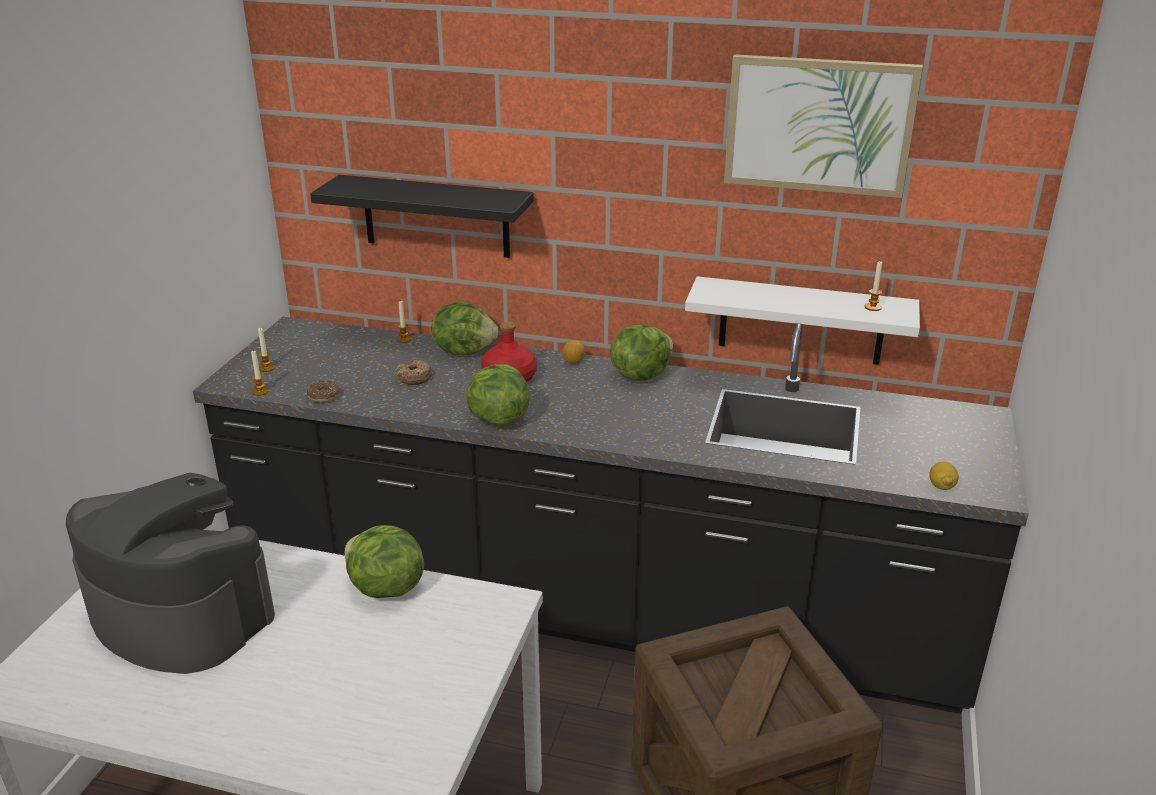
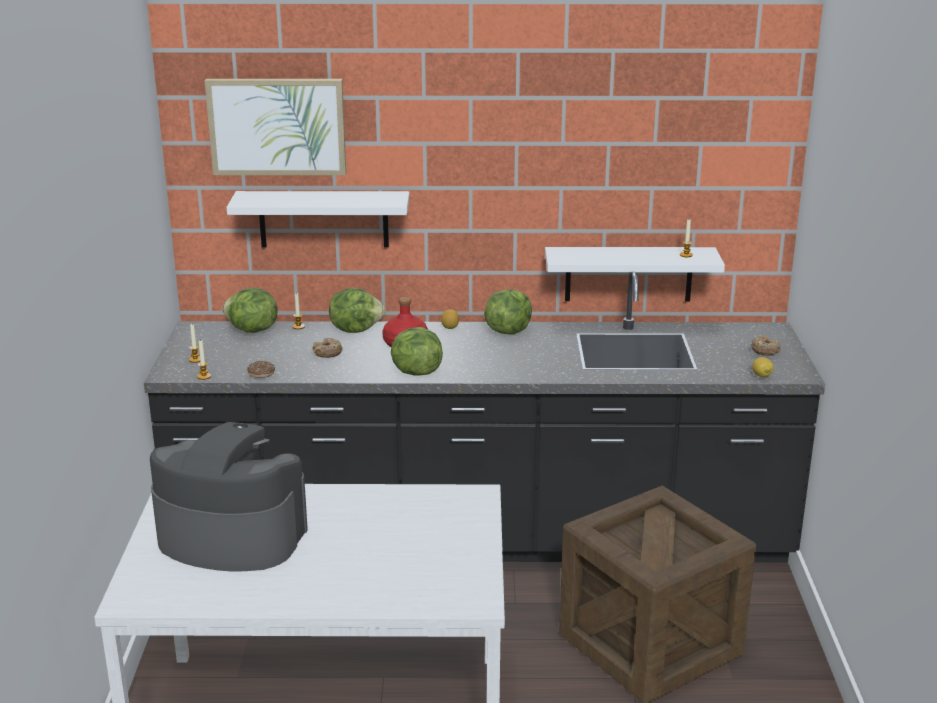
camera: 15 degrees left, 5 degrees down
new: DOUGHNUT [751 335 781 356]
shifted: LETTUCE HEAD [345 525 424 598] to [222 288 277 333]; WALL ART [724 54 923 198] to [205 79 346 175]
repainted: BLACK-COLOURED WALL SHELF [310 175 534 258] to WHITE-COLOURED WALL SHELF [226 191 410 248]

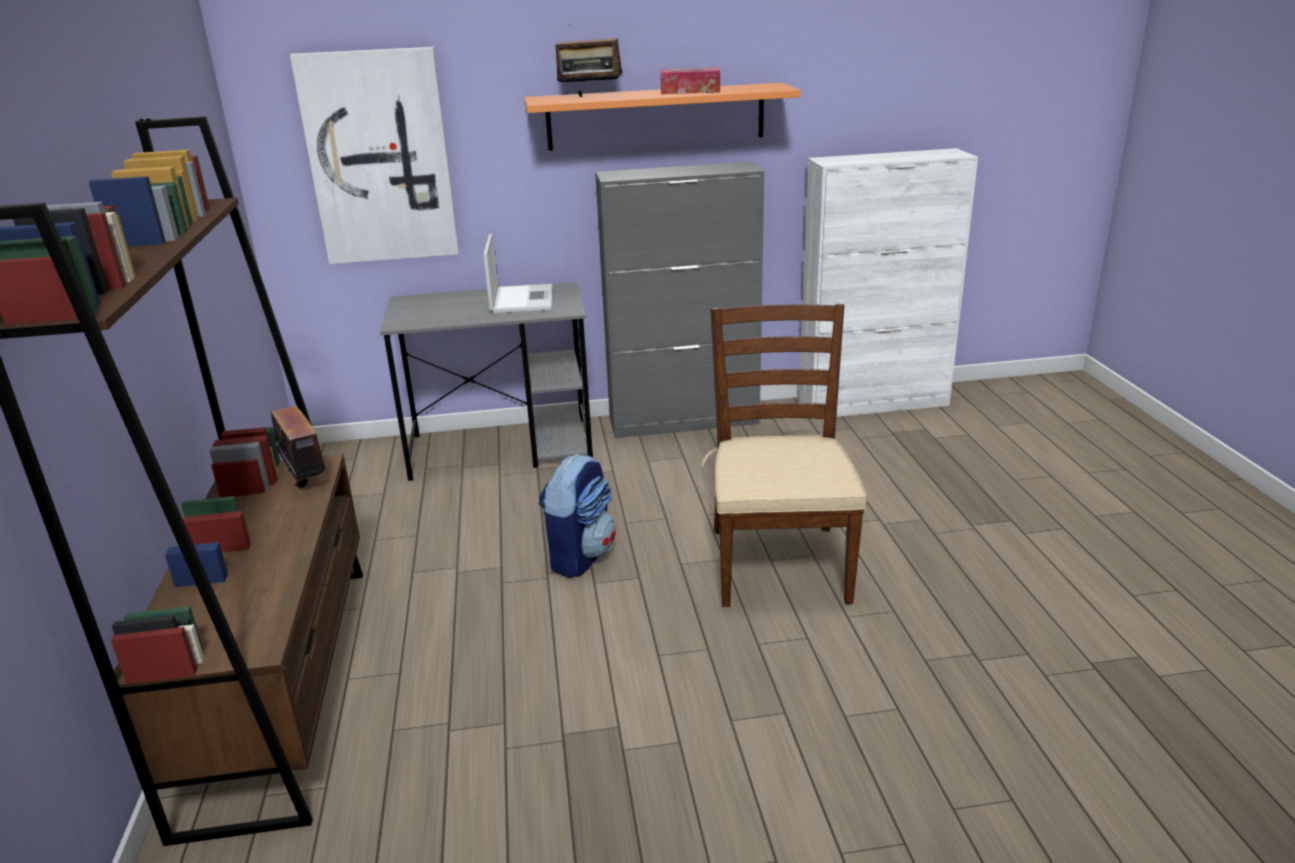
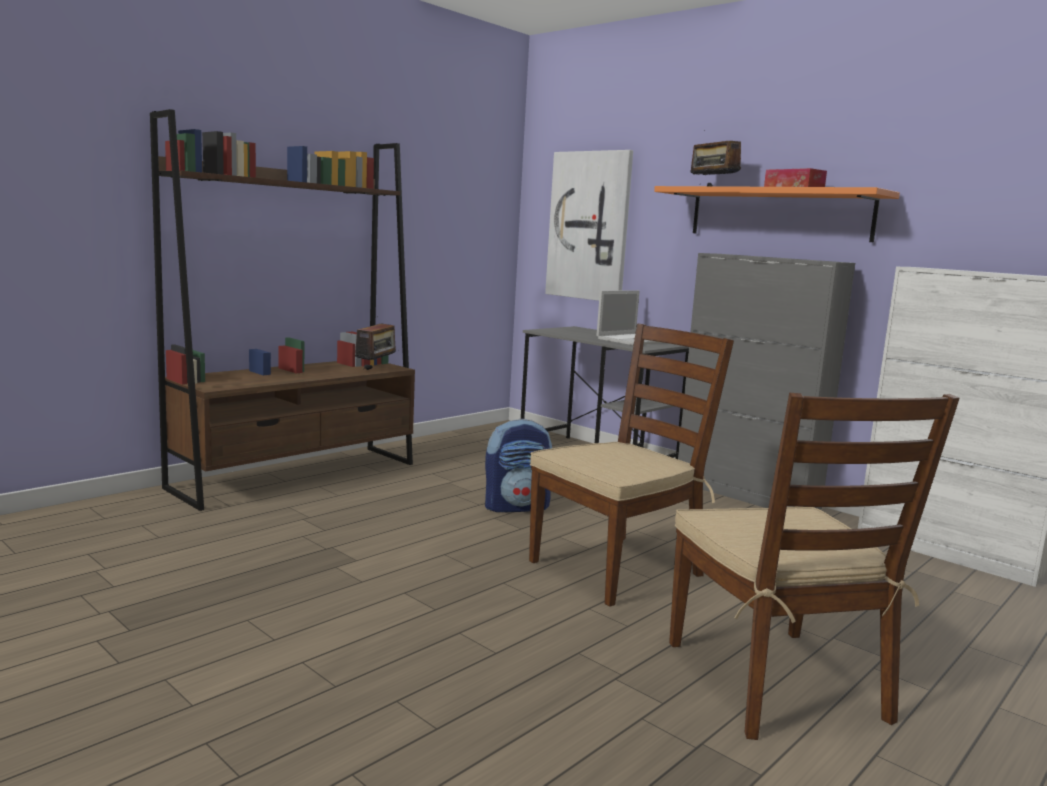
camera: 50 degrees right, 15 degrees down
new: BROWN-COLOURED CHAIR [669 393 960 740]

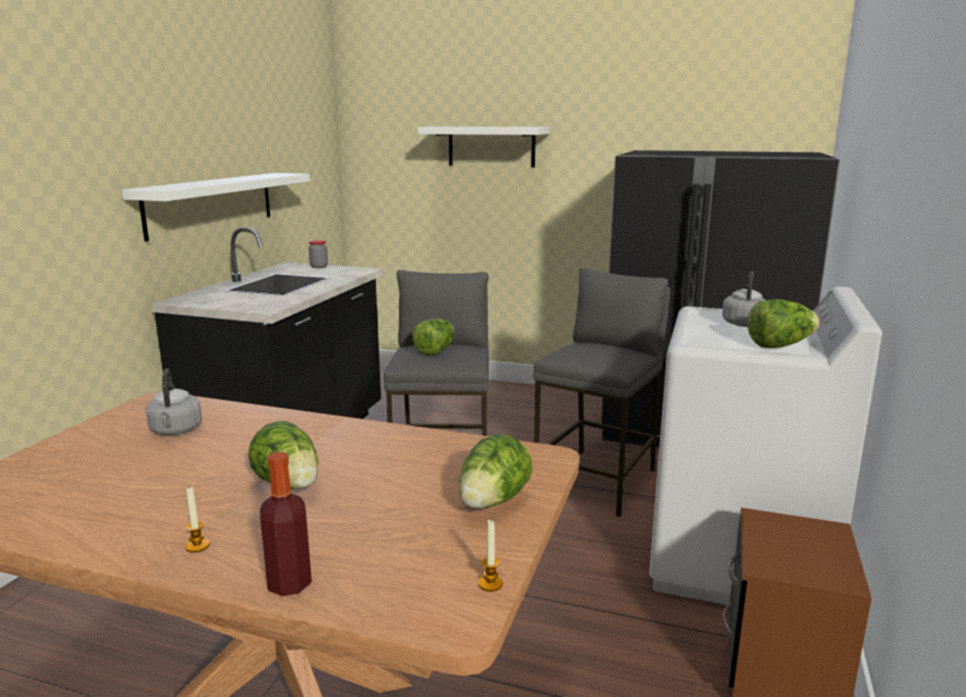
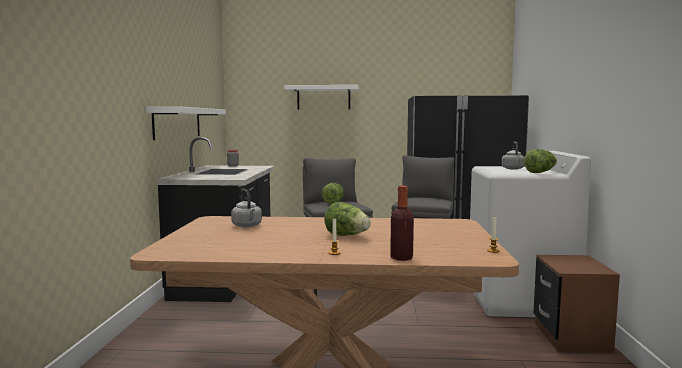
camera: 15 degrees left, 10 degrees down
gone: LETTUCE HEAD [459 434 533 509]

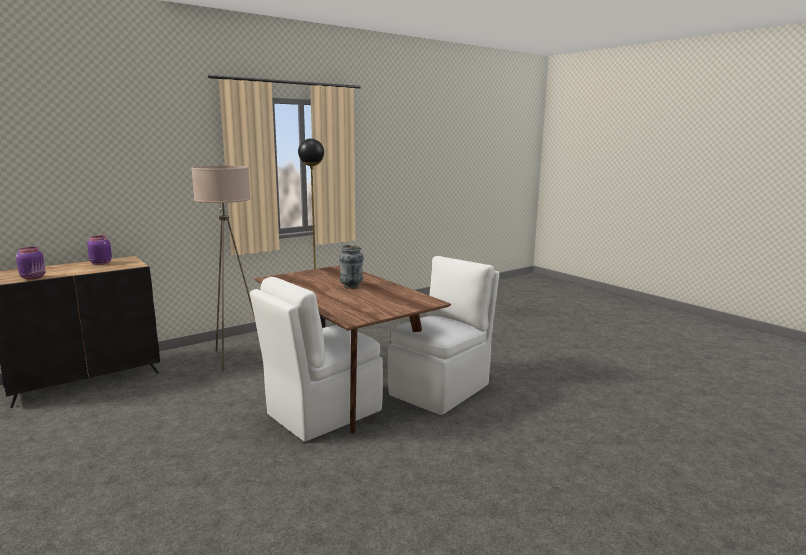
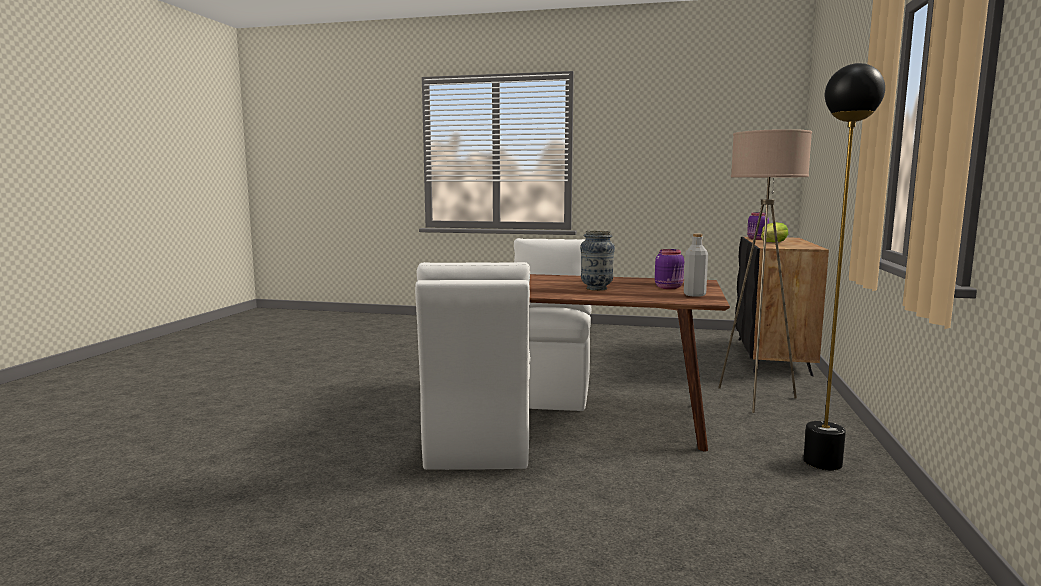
camera: 140 degrees right, 5 degrees down
new: GREY BEVERAGE BOTTLE [684 234 708 297]; LETTUCE HEAD [761 222 788 242]
shifted: PURPLISH JAR [87 236 112 265] to [655 249 684 289]

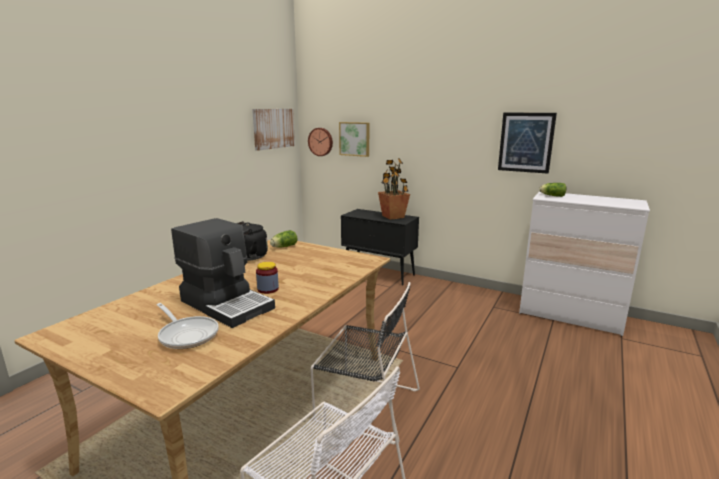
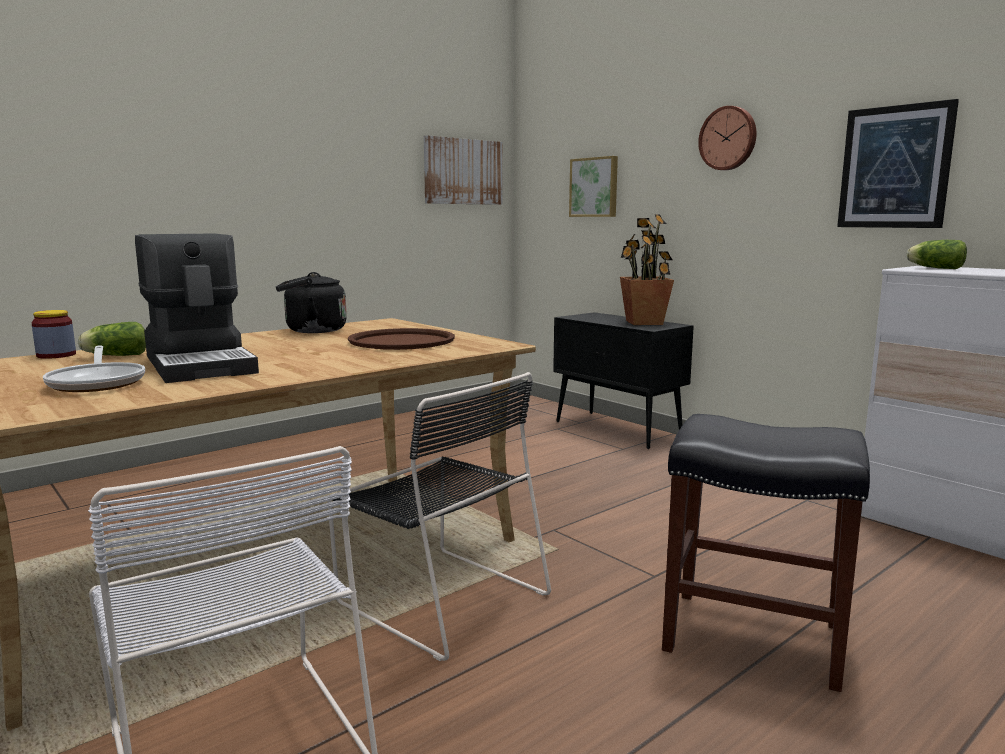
camera: 20 degrees right, 5 degrees down
new: BROWN-COLOURED SERVING TRAY [348 328 455 350]; BLACK-COLOURED STOOL [662 414 870 692]
shifted: JAR [256 262 279 294] to [31 310 76 359]; LETTUCE HEAD [270 230 297 248] to [78 322 146 356]; HANGING CLOCK [308 128 333 156] to [698 106 757 170]

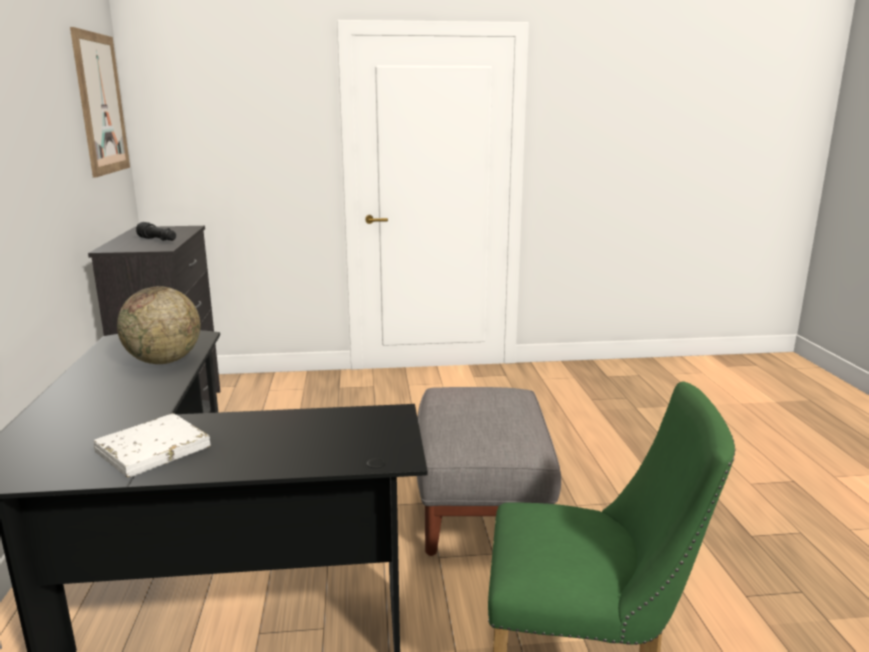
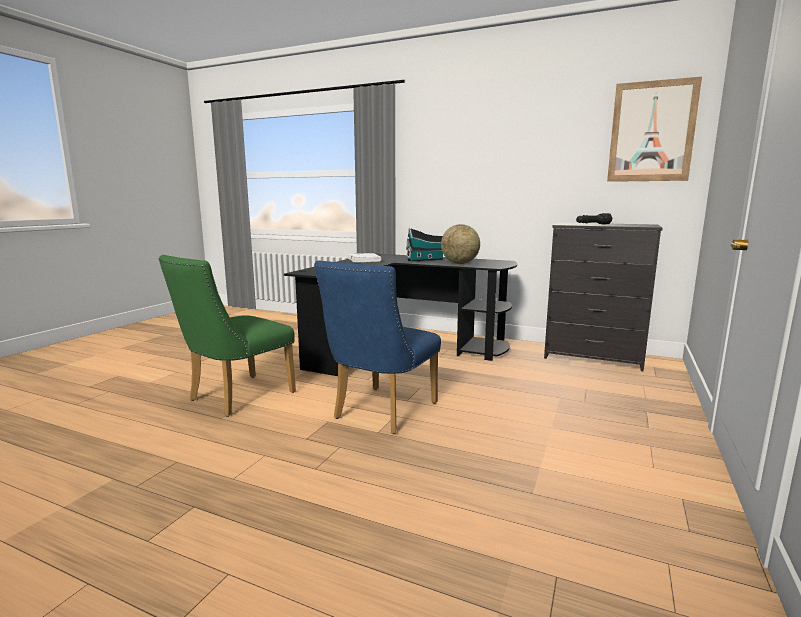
camera: 120 degrees right, 5 degrees down
new: TOY HOUSE [406 228 443 262]
swapped: GREY FOOTREST [417 387 561 556] to BLUISH CHAIR [314 261 441 434]

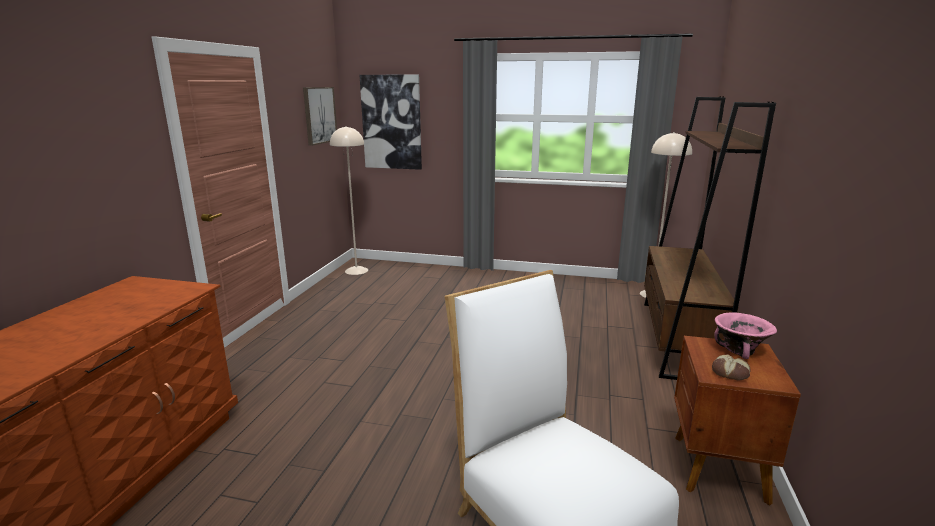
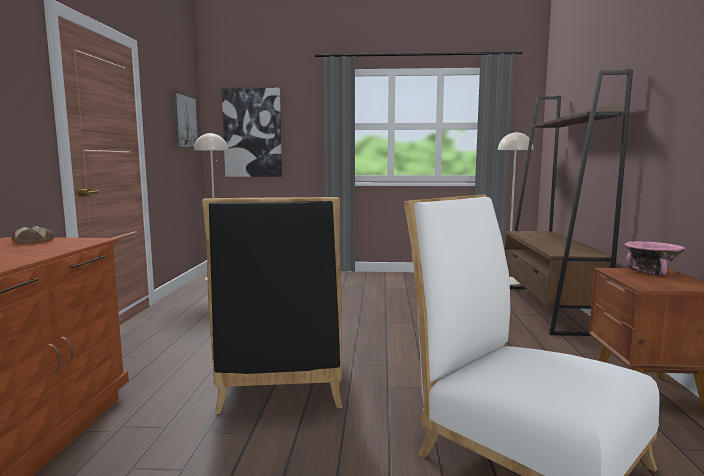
camera: 10 degrees left, 10 degrees down
new: BLACK-COLOURED CHAIR [202 197 342 414]
shifted: BAKERY BREAD [712 354 751 381] to [12 226 55 244]

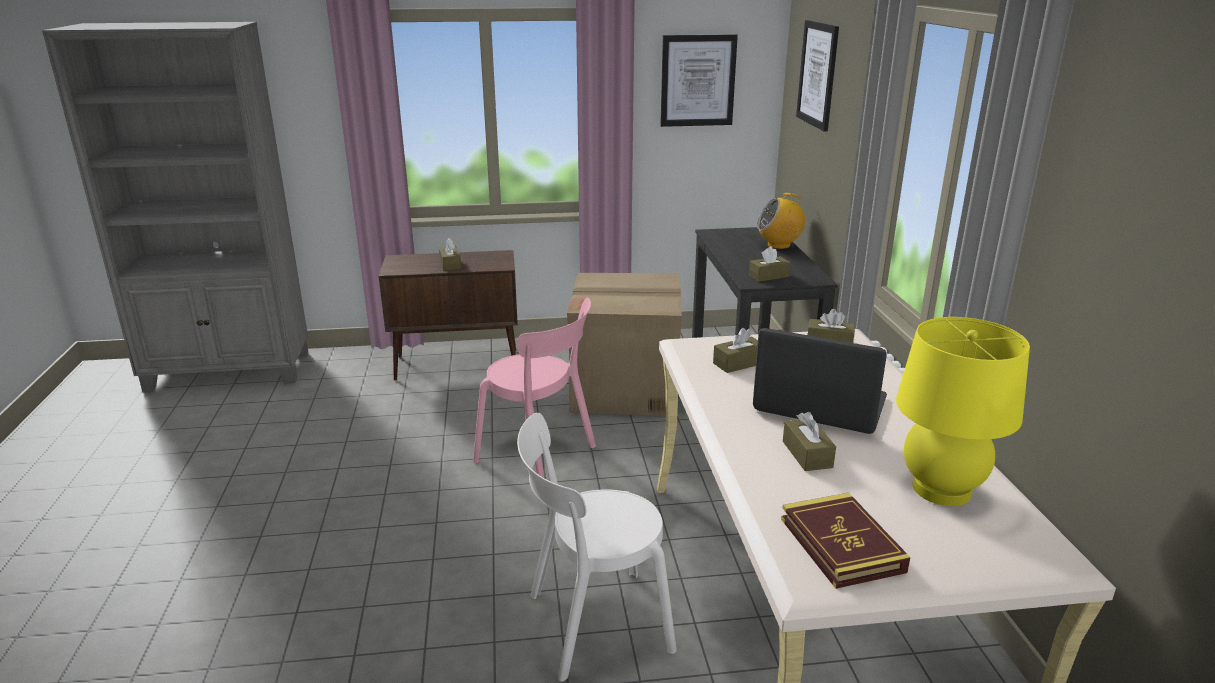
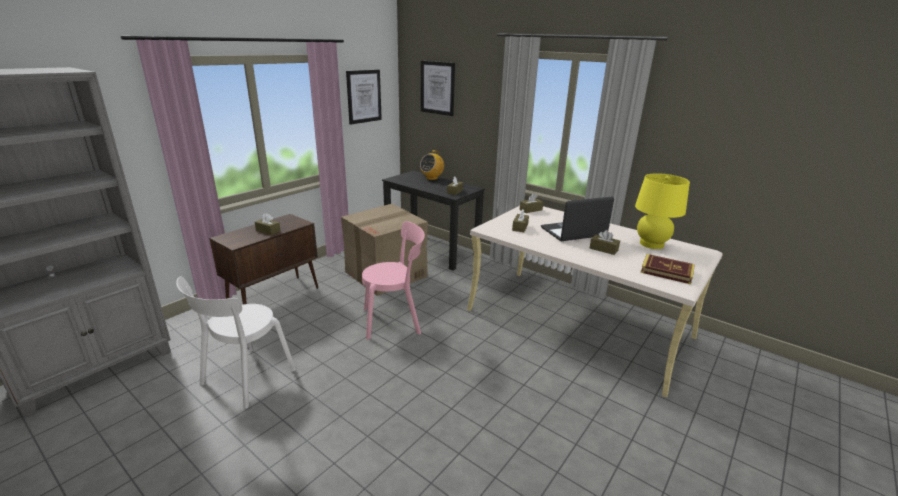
camera: 45 degrees left, 0 degrees up
shifted: WHITE-COLOURED CHAIR [517 413 677 682] to [176 277 296 409]

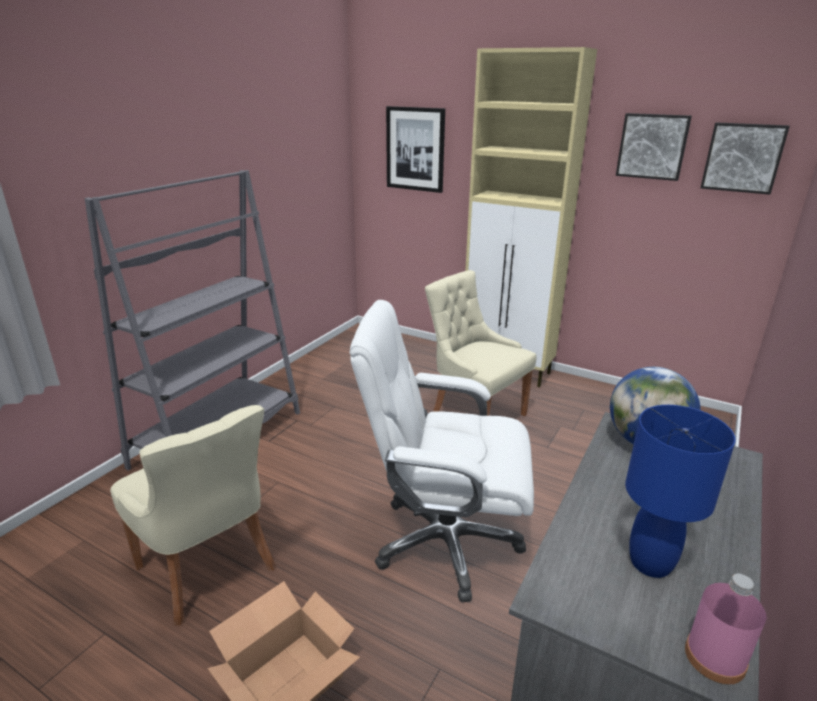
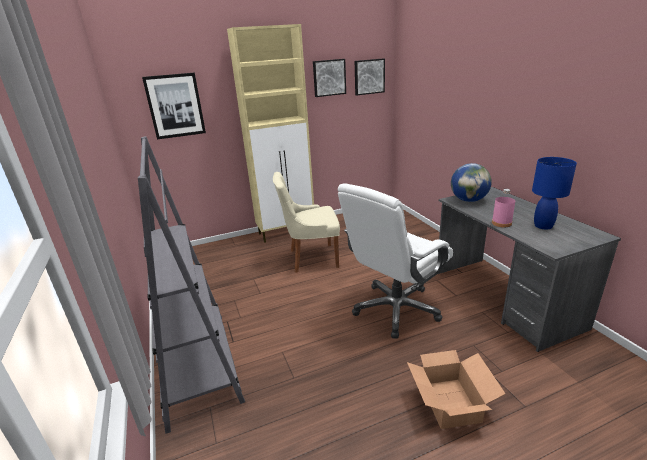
camera: 50 degrees left, 0 degrees up
gone: SAND-COLOURED CHAIR [110 405 276 626]
shifted: PINKISH BEVERAGE BOTTLE [685 573 766 685] to [492 189 515 227]

